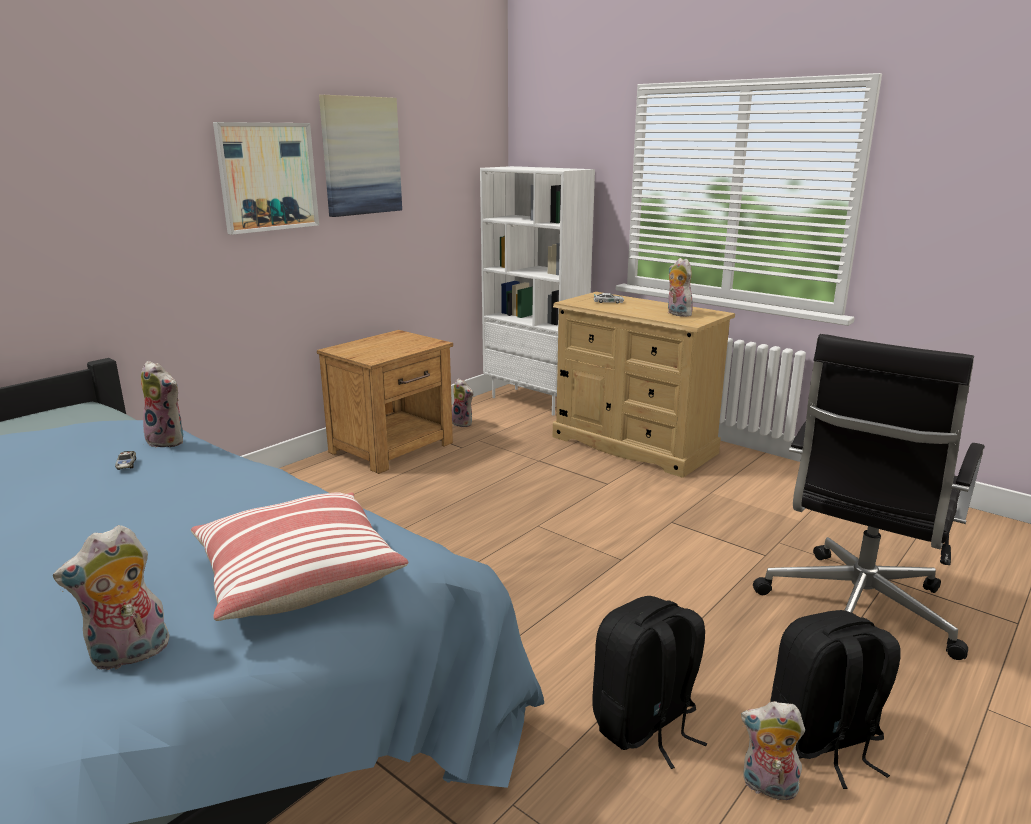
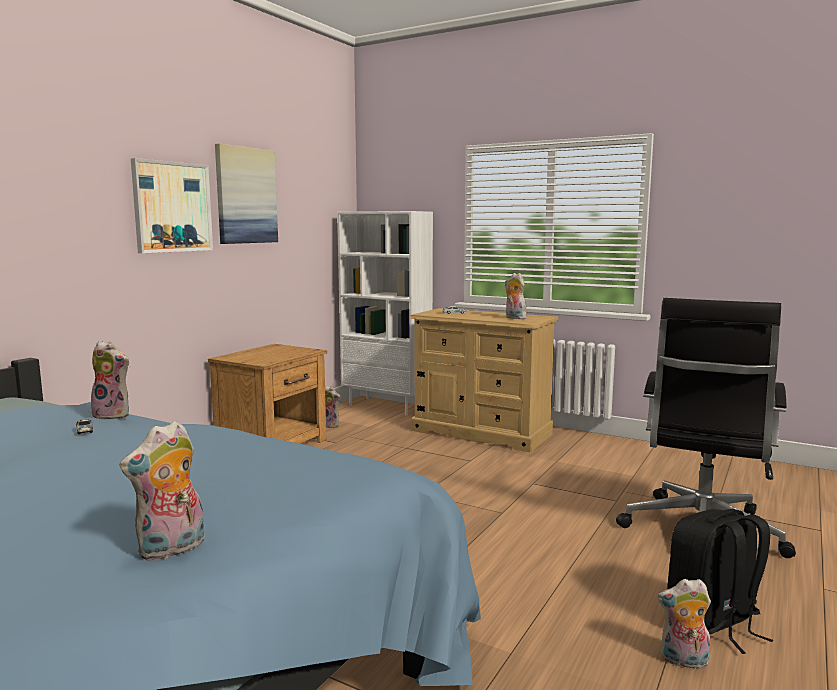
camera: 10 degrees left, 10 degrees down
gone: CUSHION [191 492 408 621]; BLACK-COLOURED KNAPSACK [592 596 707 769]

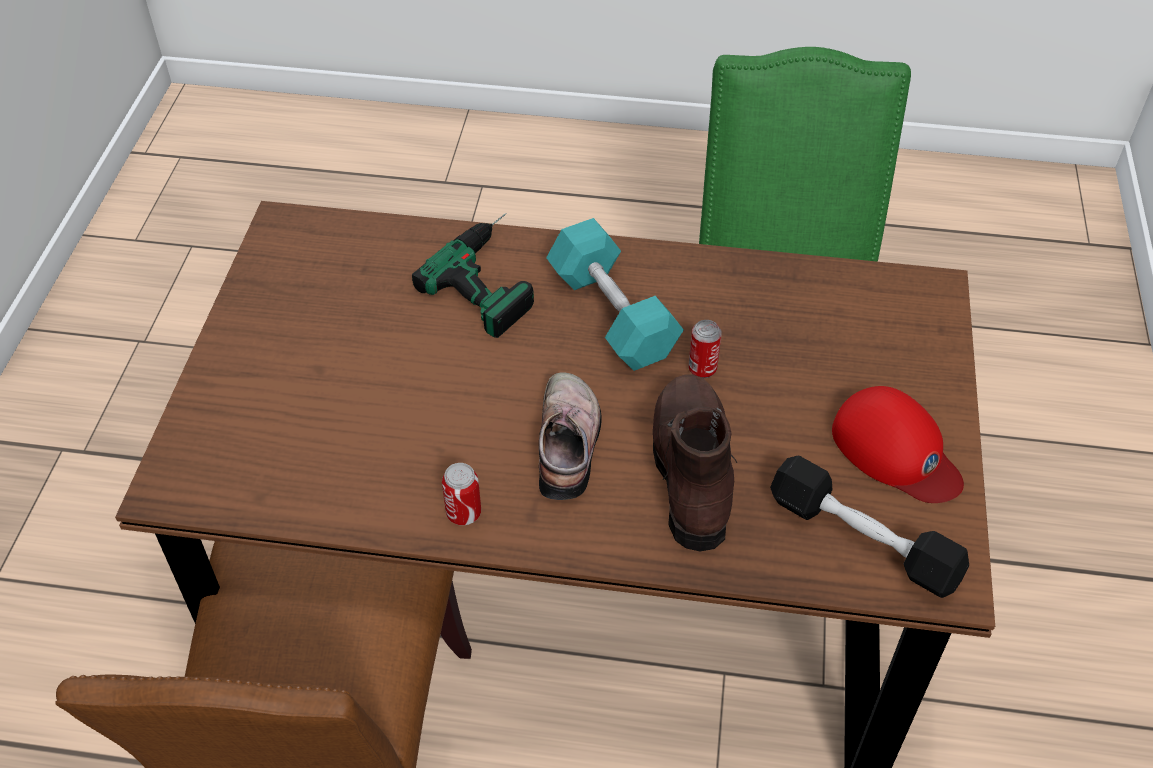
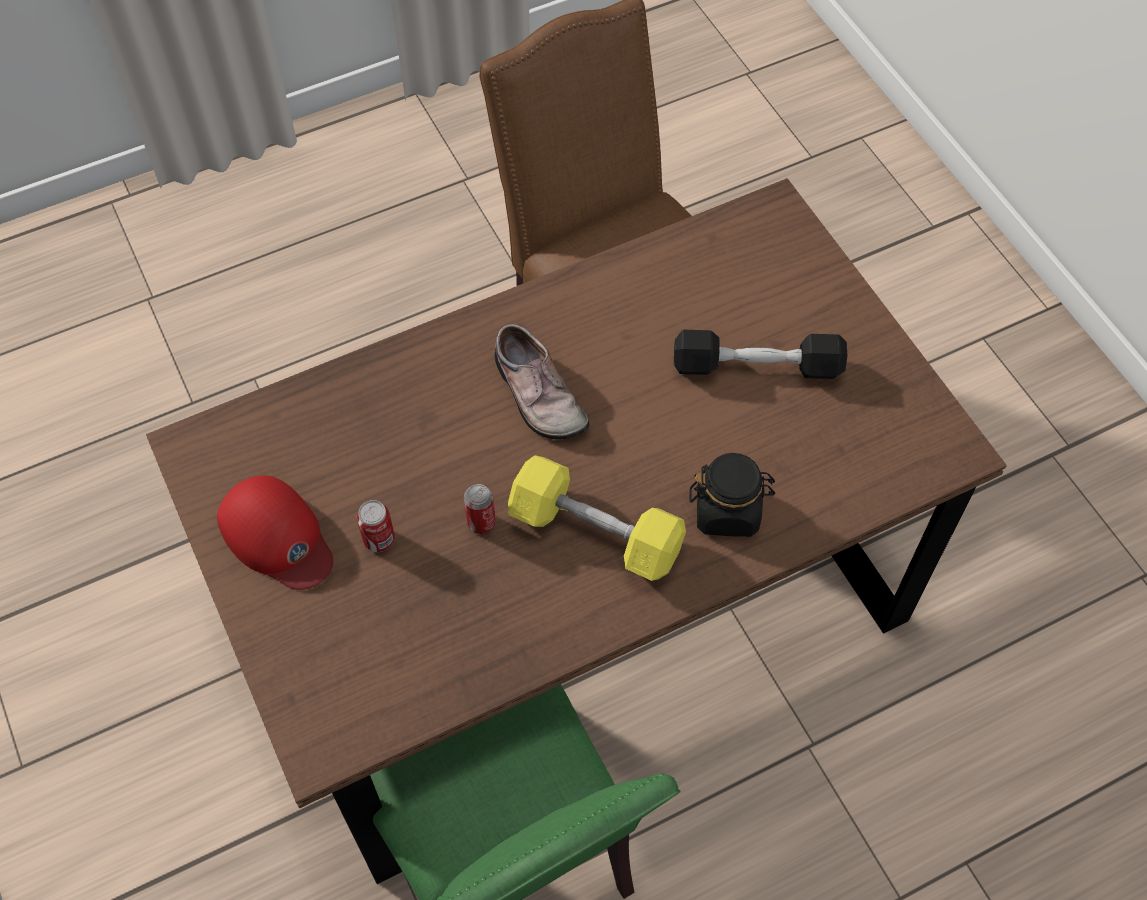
camera: 145 degrees right, 10 degrees up
gone: BROWN-COLOURED HIGH-TOP BOOT [653 374 737 552]
shifted: SEALED CAN [442 463 481 525] to [357 500 395 552]; BLACK-COLOURED FREE WEIGHT [770 456 969 598] to [674 330 847 379]
swapped: DRILL [412 213 534 338] to BLACK-COLOURED JAR [689 453 775 537]
repainted: TURQUOISE FREE WEIGHT [546 218 684 371] to YELLOW-COLOURED FREE WEIGHT [508 455 686 581]
rotated: RED-COLOURED CAP [832 386 964 503] = [217 475 333 590] 150 degrees counterclockwise

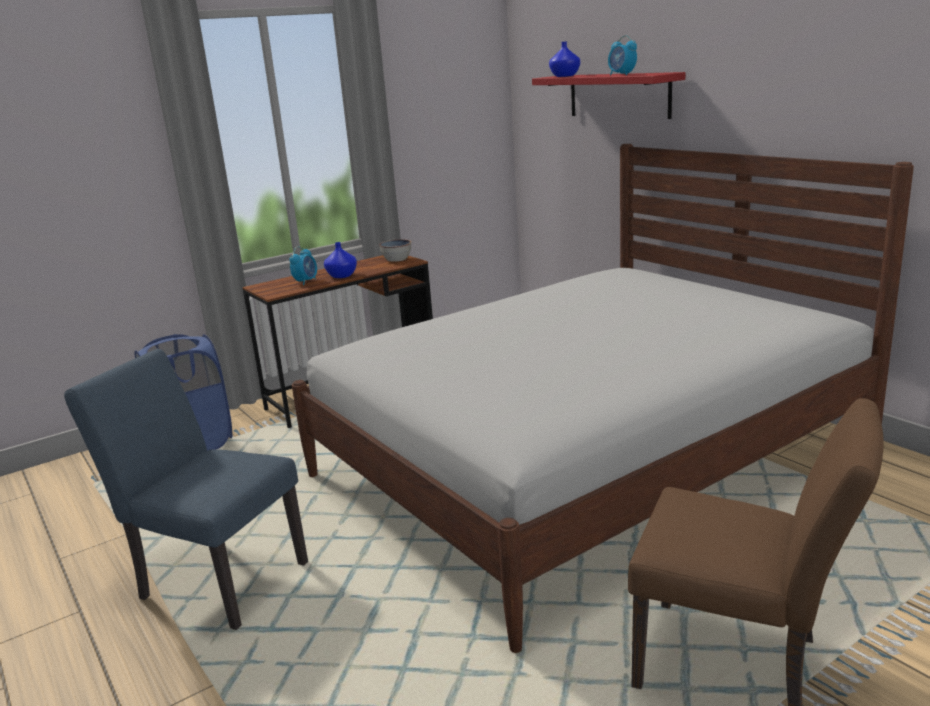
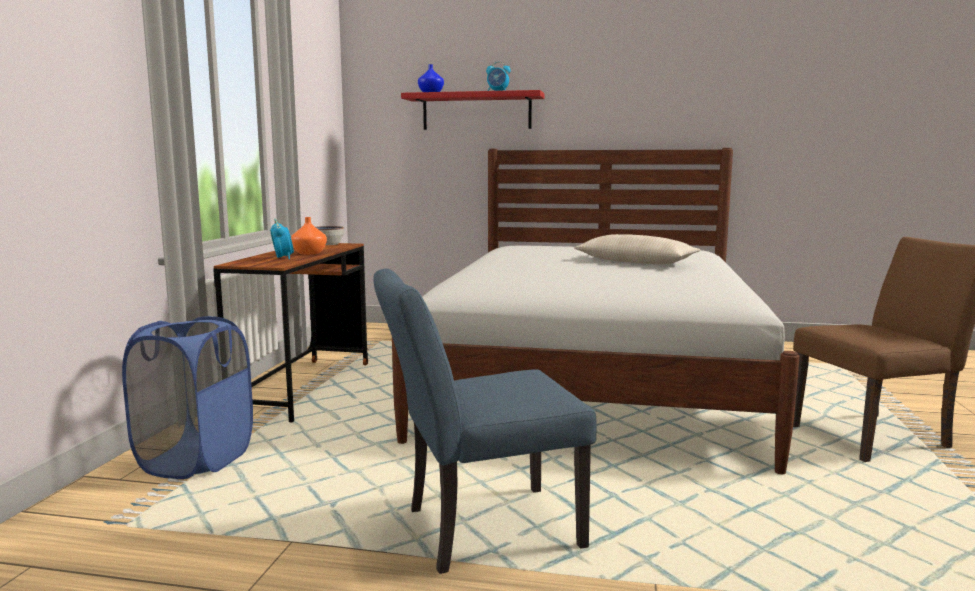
camera: 45 degrees left, 10 degrees down
new: SAND-COLOURED CUSHION [574 234 701 264]
repainted: BLUISH DECORATIVE VASE [324 242 357 278] to ORANGEY DECORATIVE VASE [291 217 327 255]

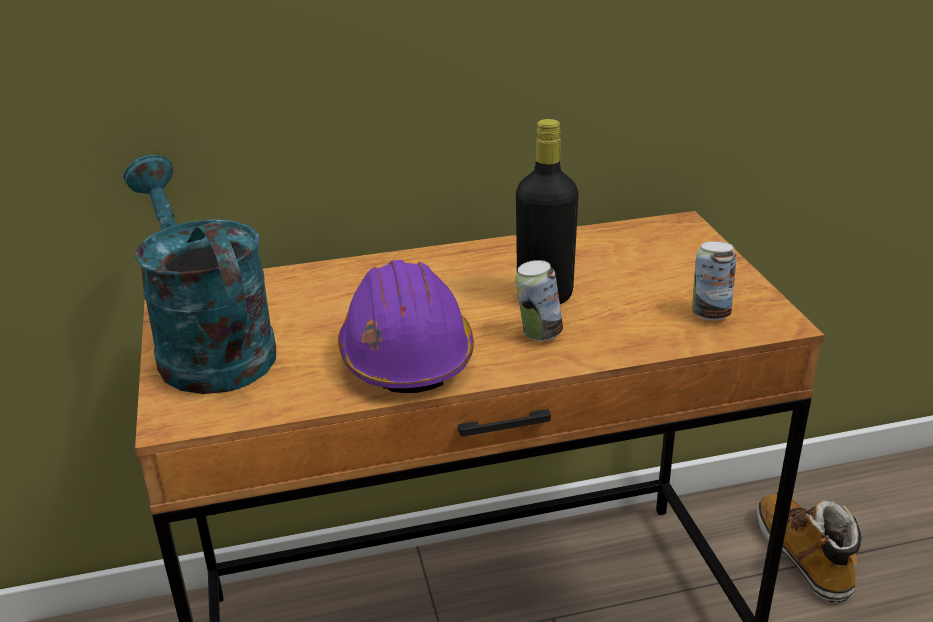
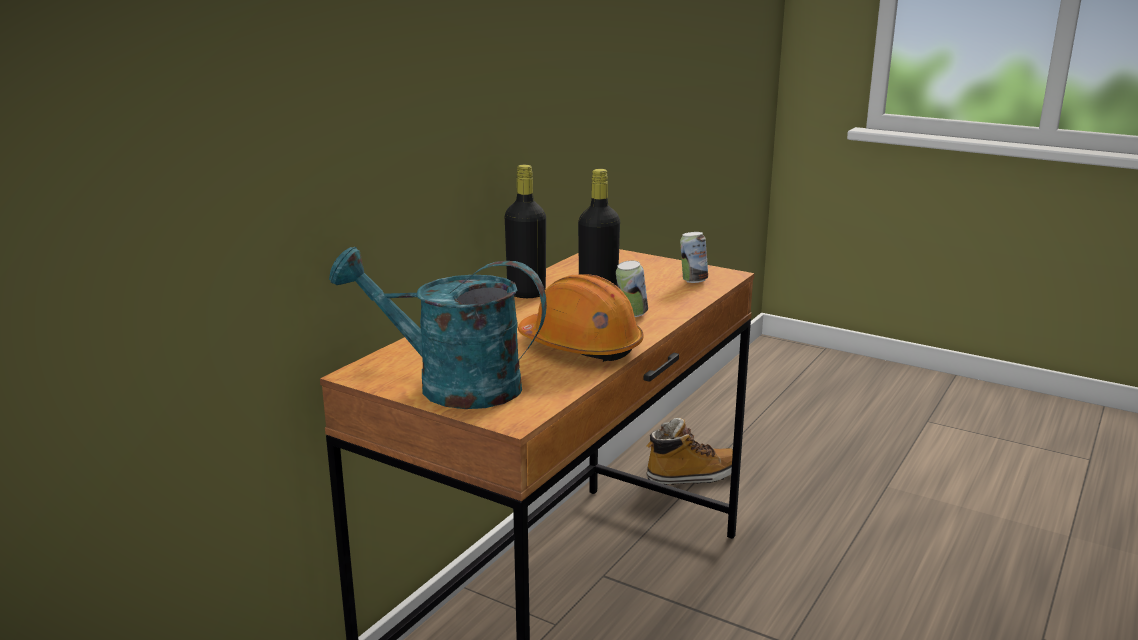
camera: 45 degrees left, 10 degrees down
new: BLACK-COLOURED BEVERAGE BOTTLE [505 165 546 298]
repainted: PURPLISH HARD HAT [338 260 474 393] to ORANGEY HARD HAT [518 274 643 362]
rotated: HIGH-TOP BOOT [757 493 861 603] = [646 418 733 485] 135 degrees clockwise

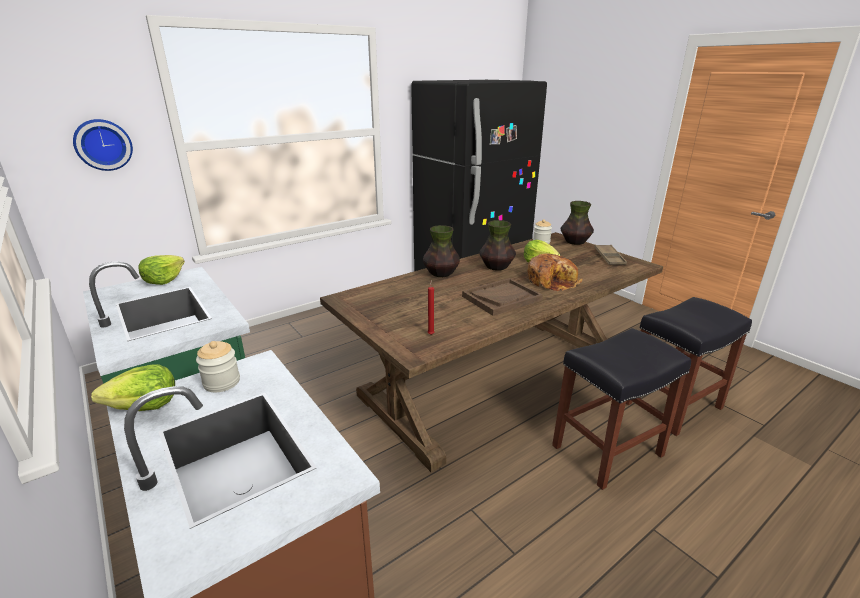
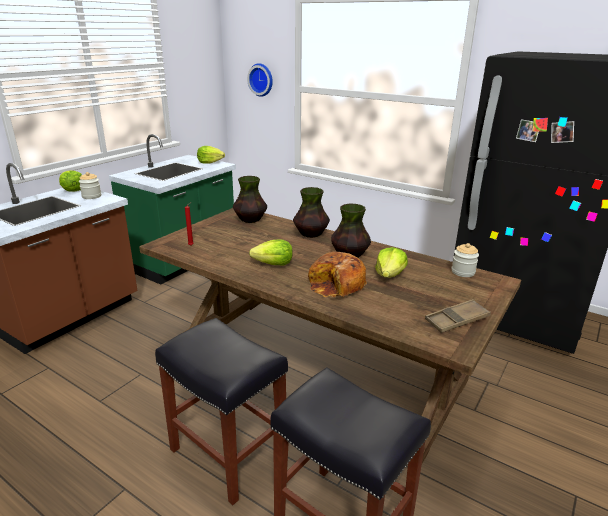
camera: 70 degrees right, 0 degrees up
shifted: DECORATIVE VASE [561 201 594 245] to [233 176 267 223]
swapped: BROWN-COLOURED SERVING TRAY [462 278 543 316] to LETTUCE HEAD [249 239 293 266]

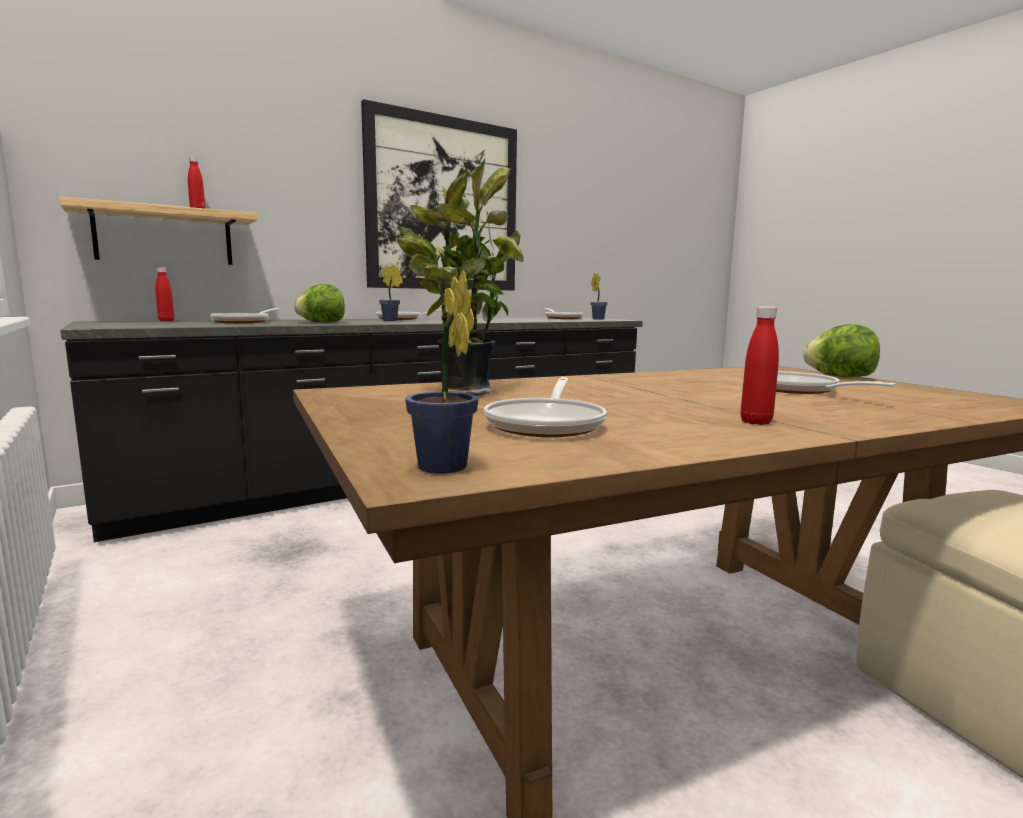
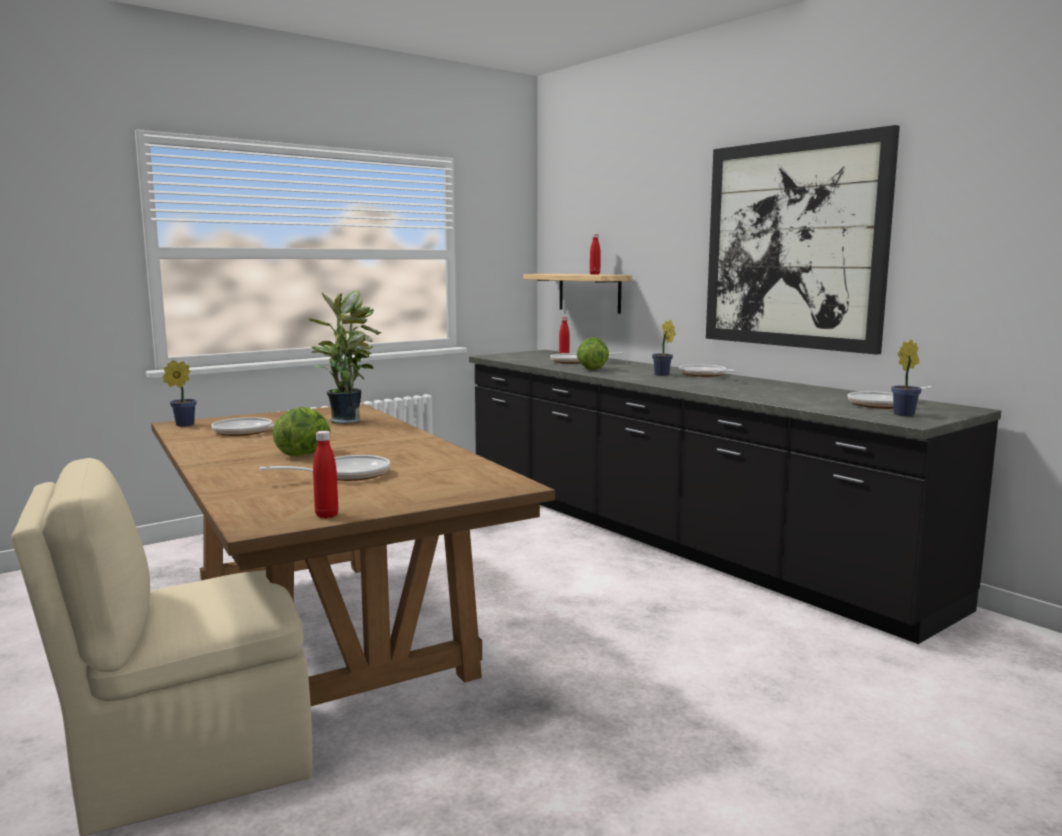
camera: 85 degrees right, 0 degrees up
shifted: RED-COLOURED BEVERAGE BOTTLE [741 306 779 425] to [313 431 338 518]; LETTUCE HEAD [803 324 880 378] to [273 407 331 456]

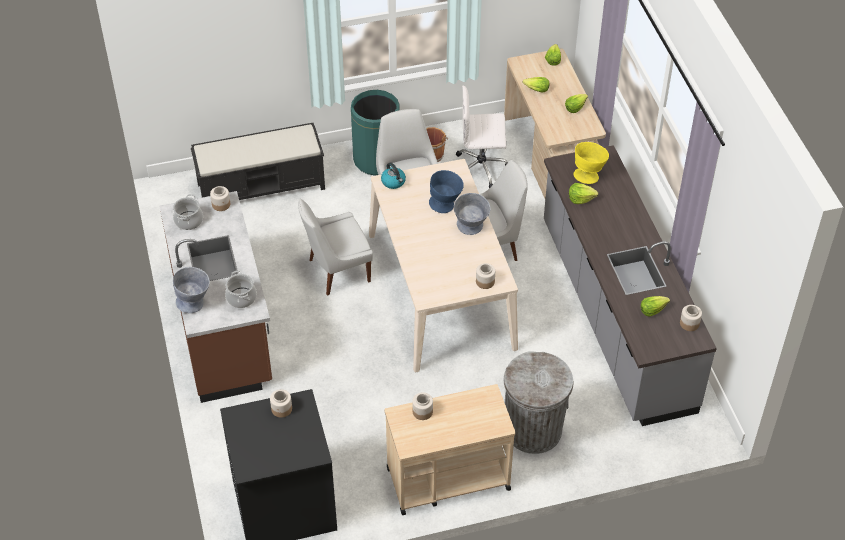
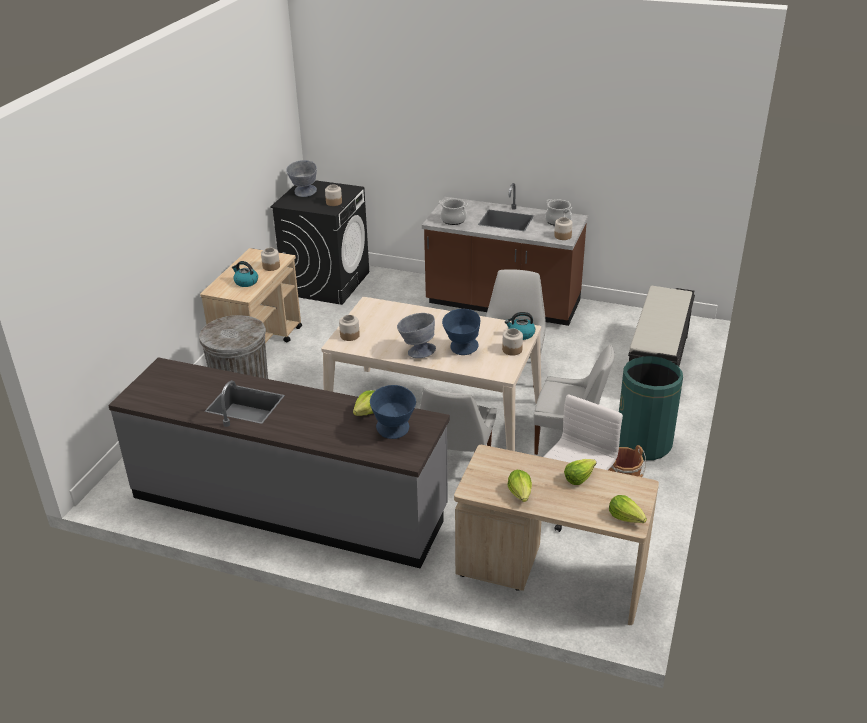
camera: 125 degrees right, 15 degrees down
gone: LETTUCE HEAD [641 296 670 317]
new: TEA KETTLE [232 261 258 287]
shifted: GREY SERVING BOWL [173 267 210 313] to [286 160 317 197]; JAR [680 305 702 331] to [502 328 523 356]
repainted: YELLOW-COLOURED SERVING BOWL [574 142 609 184] to BLUISH SERVING BOWL [370 385 416 439]

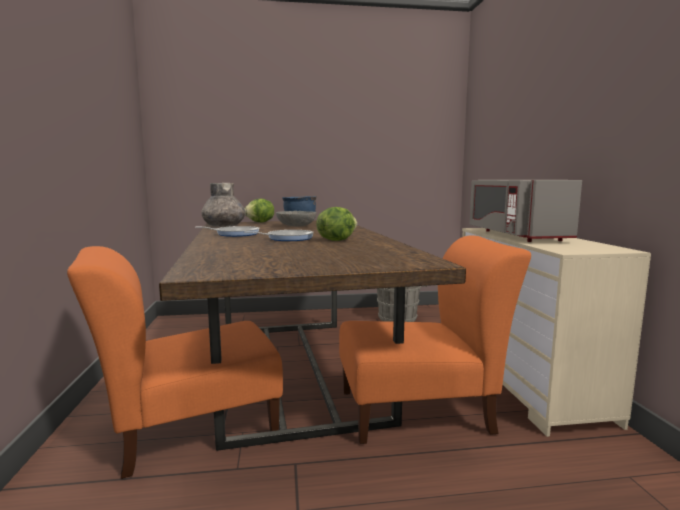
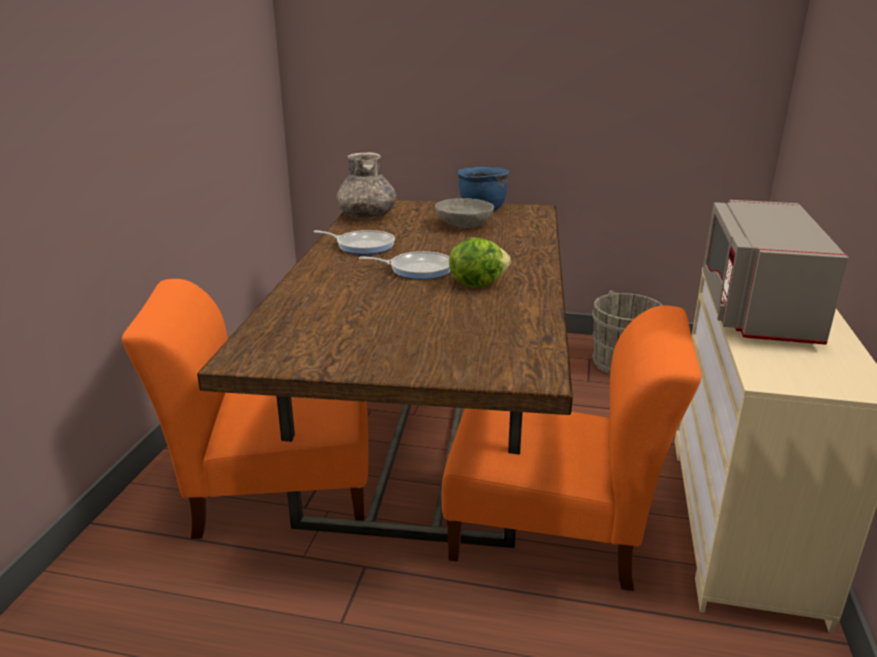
camera: 20 degrees right, 15 degrees up
gone: LETTUCE HEAD [244 199 274 222]

